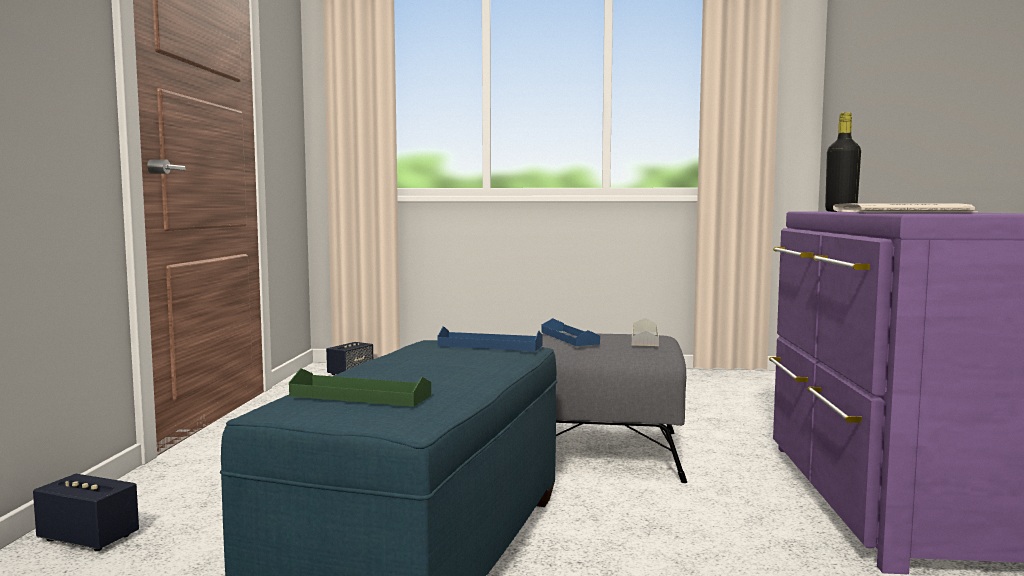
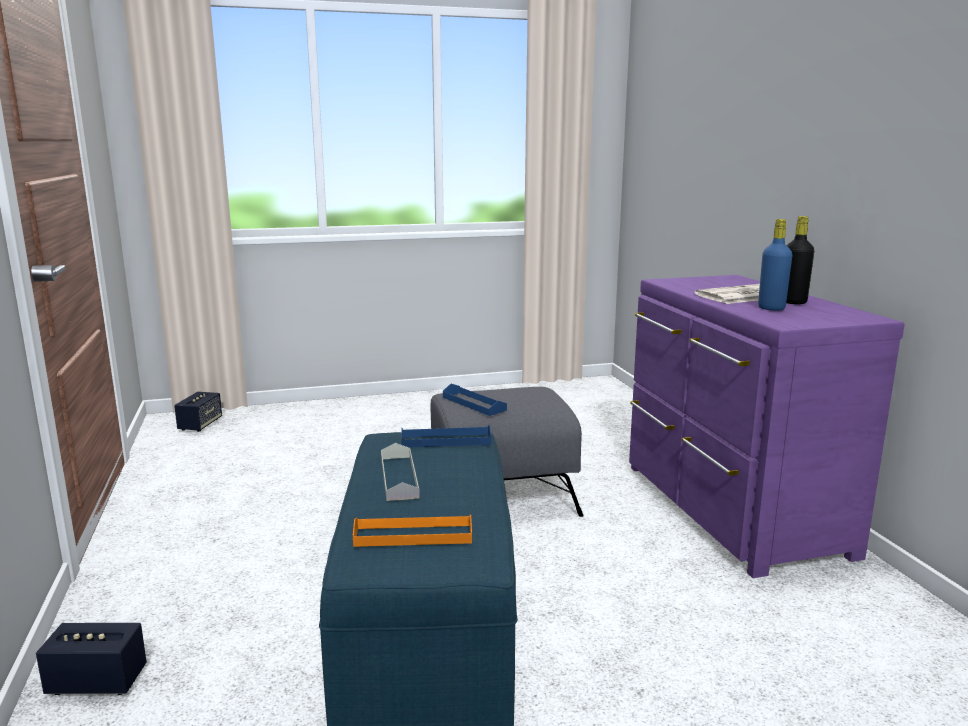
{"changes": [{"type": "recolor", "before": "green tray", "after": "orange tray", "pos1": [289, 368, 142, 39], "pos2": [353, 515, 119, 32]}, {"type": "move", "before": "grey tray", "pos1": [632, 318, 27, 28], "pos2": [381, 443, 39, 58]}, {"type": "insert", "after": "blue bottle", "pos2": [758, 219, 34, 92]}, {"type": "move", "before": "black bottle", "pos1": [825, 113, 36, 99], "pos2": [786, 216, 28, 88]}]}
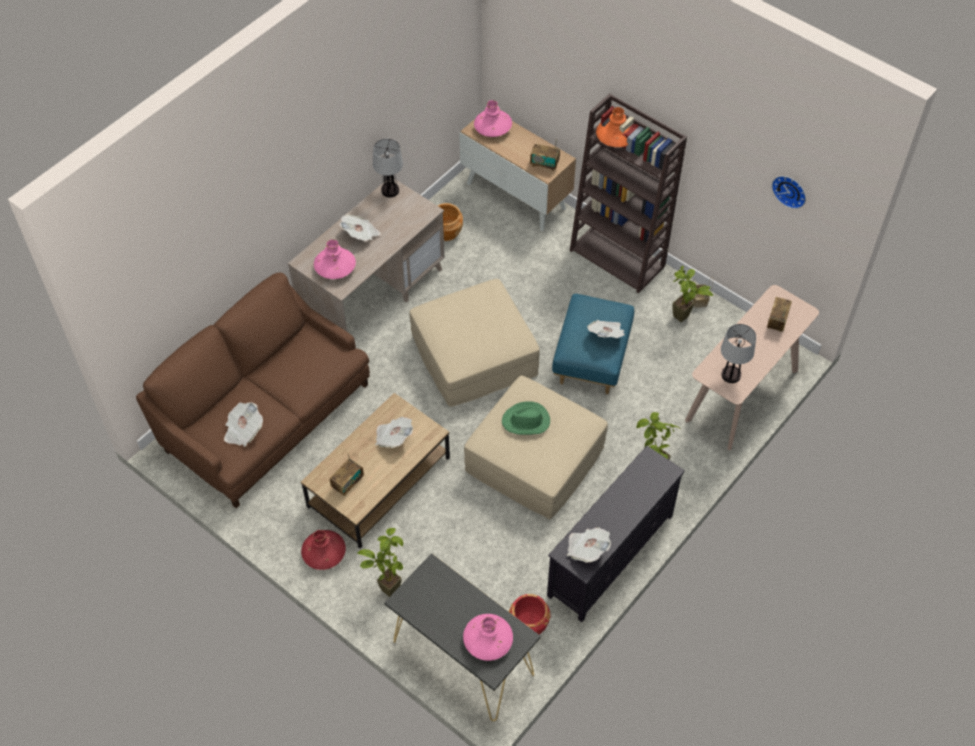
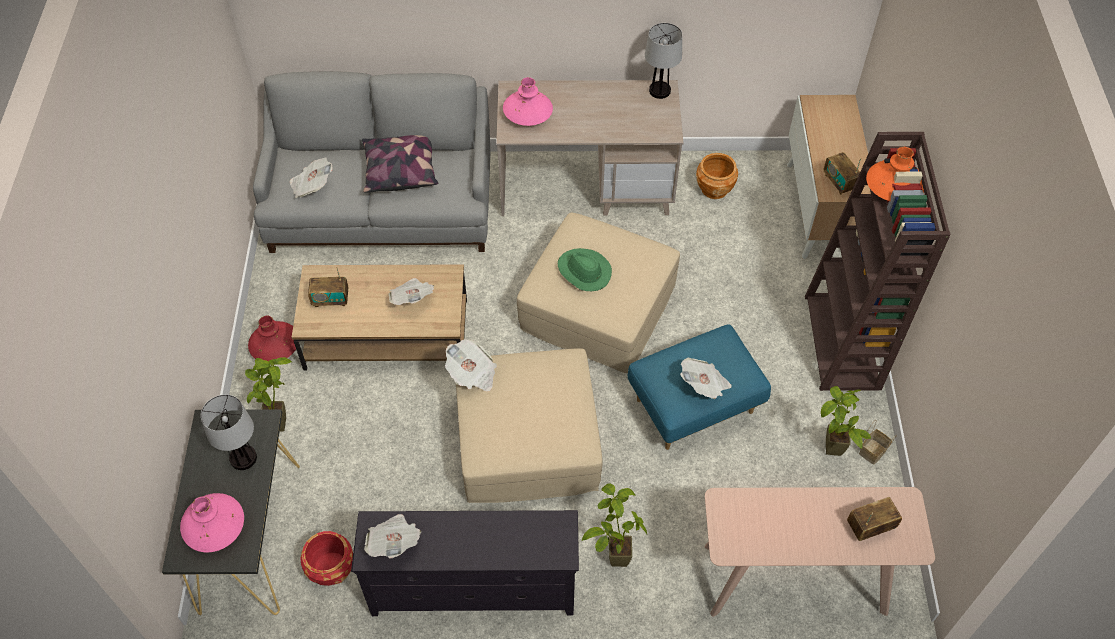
{"changes": [{"type": "move", "before": "table lamp", "pos1": [721, 324, 35, 59], "pos2": [201, 395, 56, 75]}, {"type": "recolor", "before": "brown sofa", "after": "grey sofa", "pos1": [136, 273, 234, 235], "pos2": [253, 71, 237, 182]}, {"type": "insert", "after": "pillow", "pos2": [362, 135, 76, 58]}, {"type": "move", "before": "newspaper", "pos1": [339, 214, 42, 27], "pos2": [445, 339, 52, 53]}, {"type": "move", "before": "green hat", "pos1": [502, 401, 48, 34], "pos2": [558, 248, 54, 43]}, {"type": "delete", "before": "pink vase", "pos1": [474, 100, 38, 37]}, {"type": "delete", "before": "wall clock", "pos1": [772, 176, 34, 33]}]}
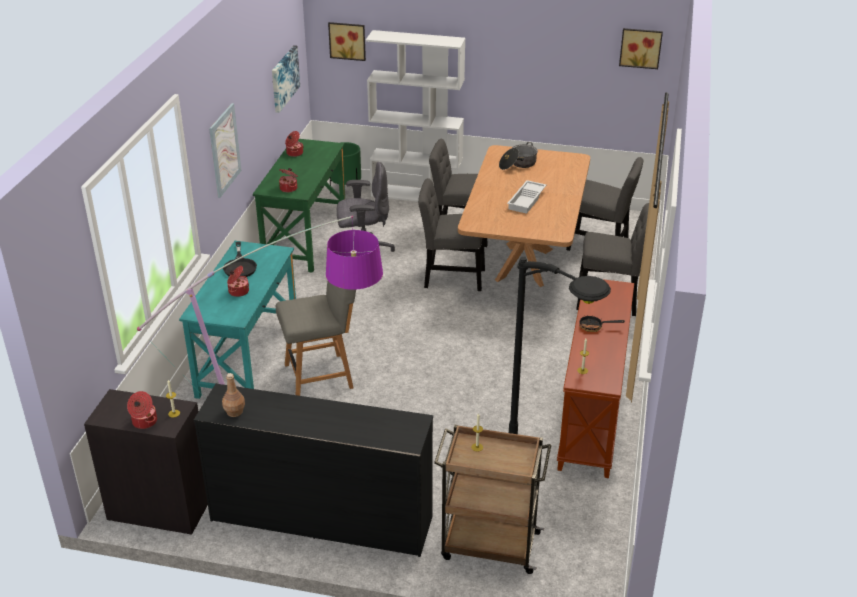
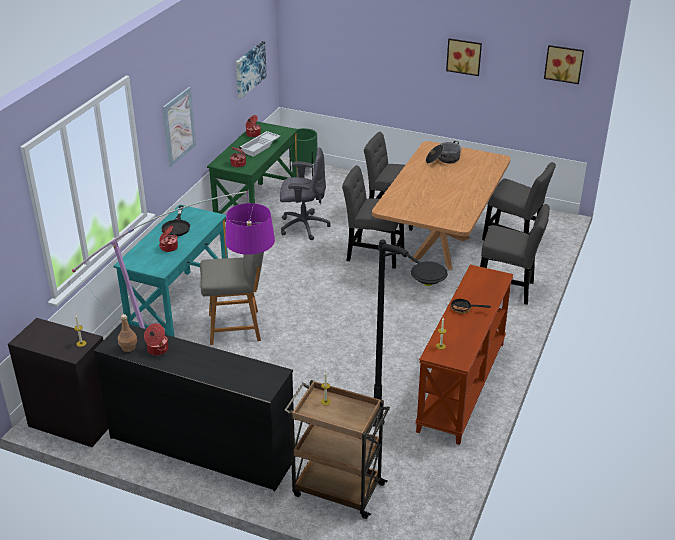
{"changes": [{"type": "move", "before": "cooking pot", "pos1": [127, 391, 30, 38], "pos2": [144, 323, 24, 33]}, {"type": "move", "before": "white tray", "pos1": [507, 180, 39, 34], "pos2": [240, 131, 40, 26]}, {"type": "move", "before": "picture", "pos1": [328, 22, 38, 39], "pos2": [446, 38, 36, 38]}, {"type": "delete", "before": "white bookcase", "pos1": [366, 30, 99, 172]}]}
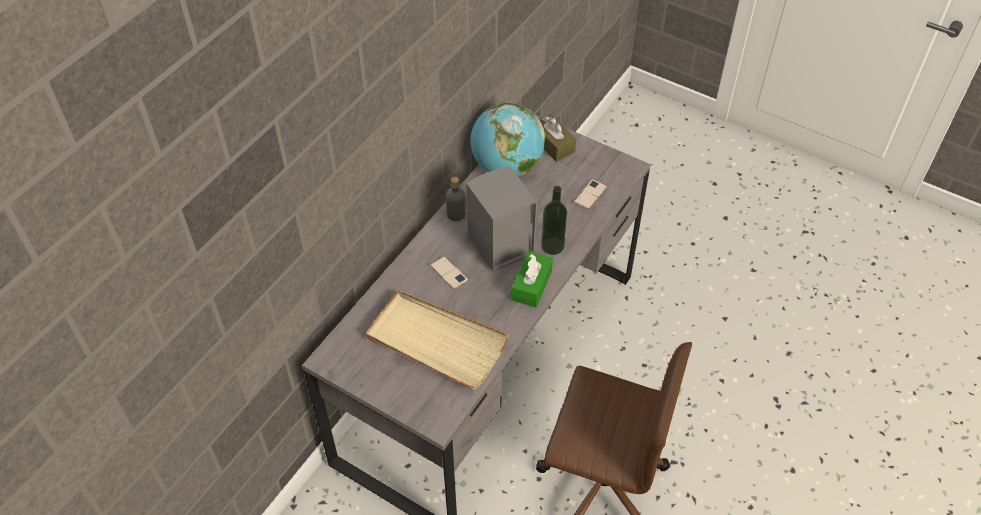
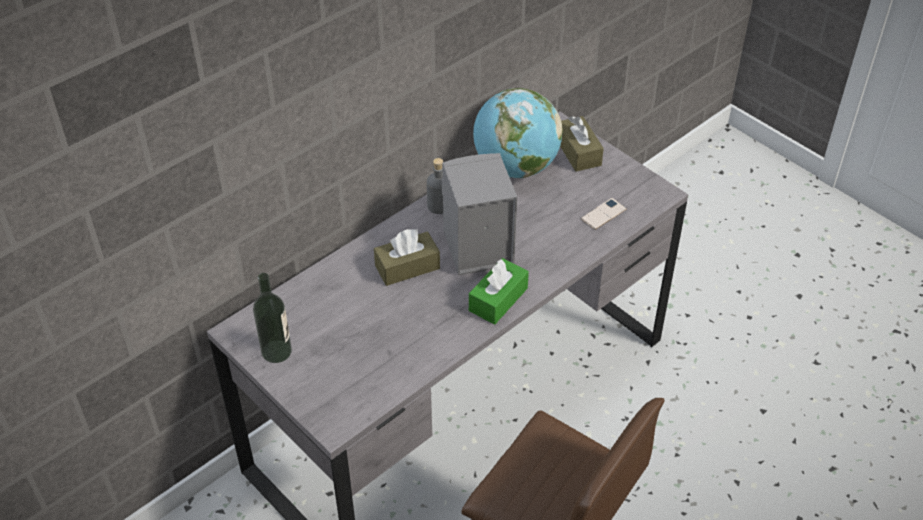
{"changes": [{"type": "move", "before": "bottle", "pos1": [541, 186, 26, 69], "pos2": [253, 273, 39, 90]}, {"type": "replace", "before": "phone", "after": "brown tissue box", "pos1": [430, 256, 38, 34], "pos2": [374, 229, 66, 57]}, {"type": "delete", "before": "beige tray", "pos1": [366, 290, 143, 100]}]}
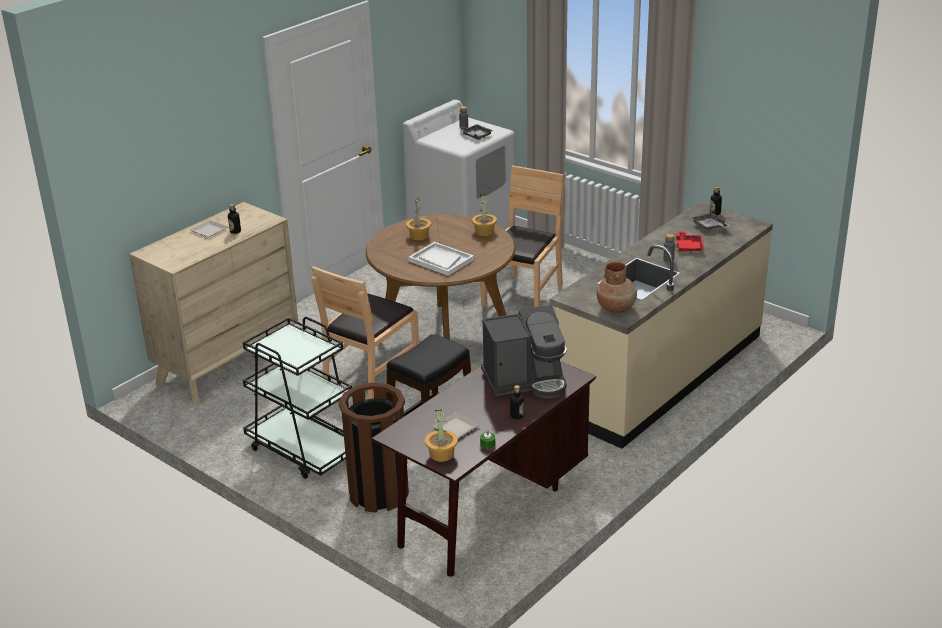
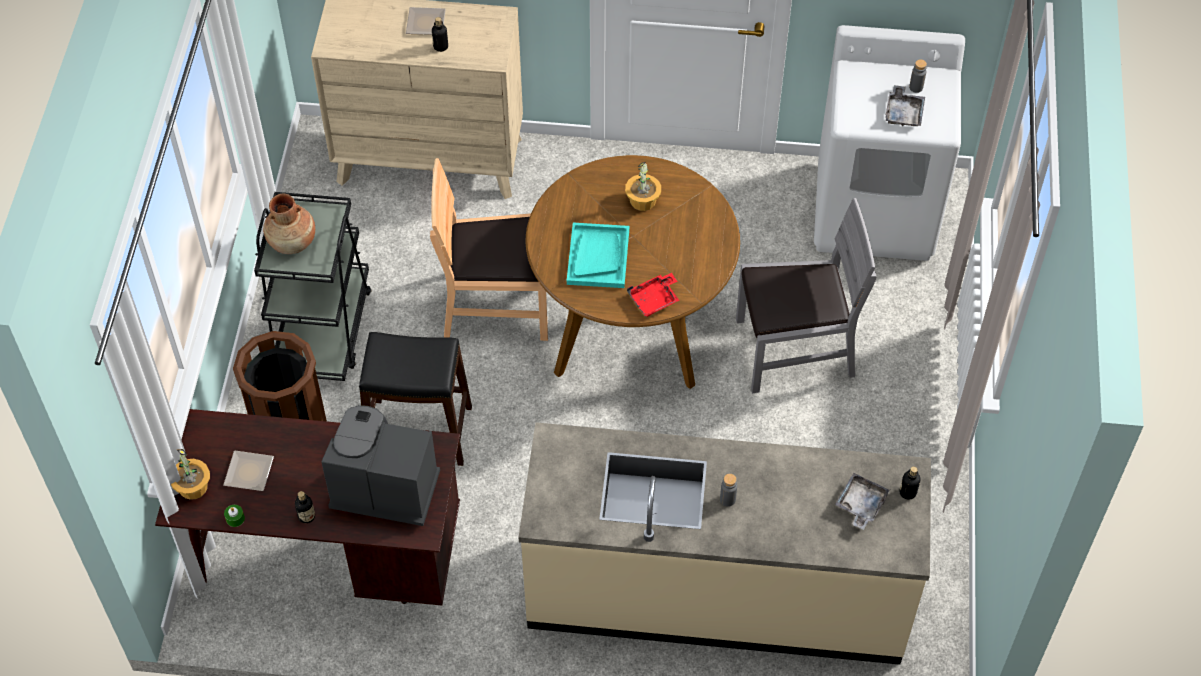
{"changes": [{"type": "move", "before": "brown vase", "pos1": [597, 262, 40, 51], "pos2": [263, 194, 52, 60]}, {"type": "rotate", "before": "coffee machine", "pos1": [481, 305, 86, 93], "pos2": [321, 405, 119, 121], "turn": 150}, {"type": "recolor", "before": "white tray", "after": "turquoise tray", "pos1": [409, 242, 65, 34], "pos2": [567, 223, 62, 65]}, {"type": "move", "before": "red tray", "pos1": [676, 232, 28, 21], "pos2": [627, 273, 53, 44]}, {"type": "recolor", "before": "brown chair", "after": "grey chair", "pos1": [481, 165, 84, 142], "pos2": [736, 198, 141, 196]}, {"type": "delete", "before": "potted plant", "pos1": [472, 195, 25, 41]}]}
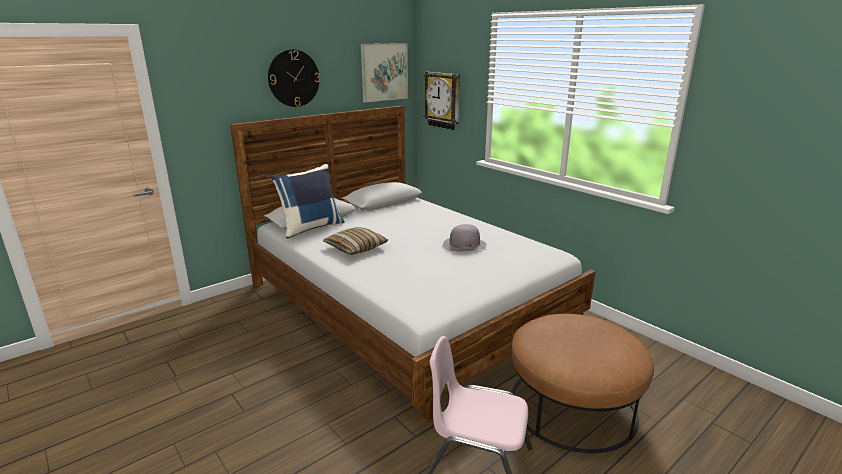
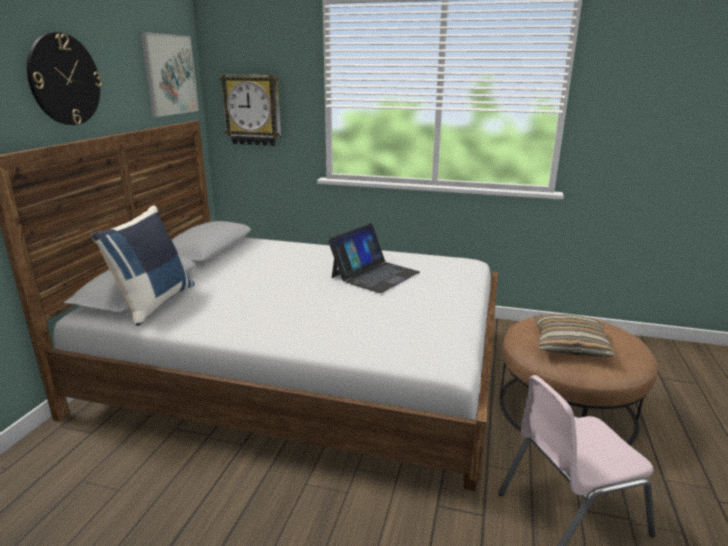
{"changes": [{"type": "replace", "before": "grey hat", "after": "laptop", "pos1": [443, 224, 44, 27], "pos2": [328, 223, 92, 70]}, {"type": "move", "before": "pillow", "pos1": [323, 227, 65, 28], "pos2": [534, 314, 82, 43]}]}
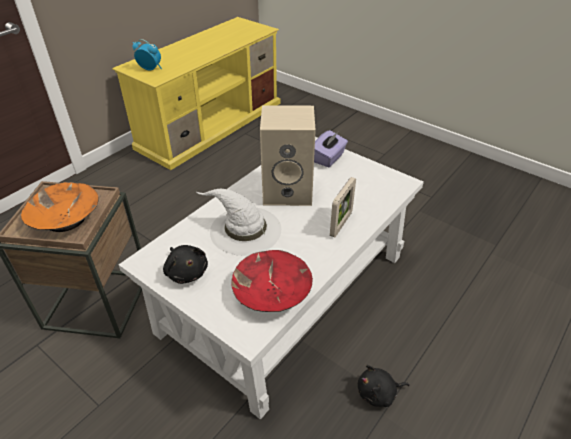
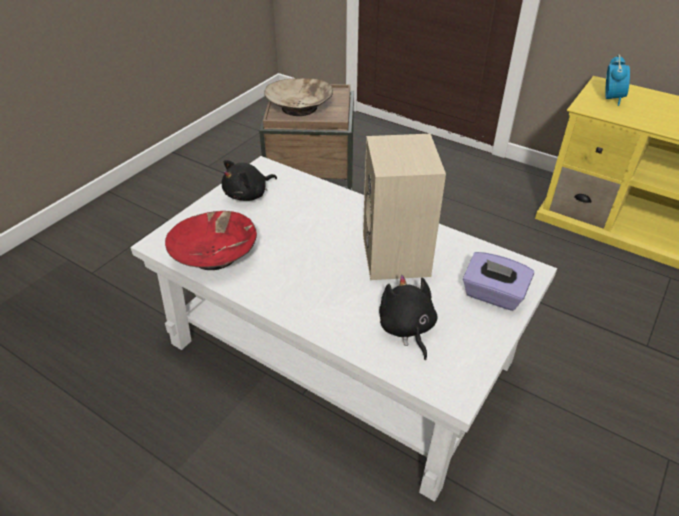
{"changes": [{"type": "recolor", "before": "orange bowl", "after": "beige bowl", "pos1": [21, 182, 77, 50], "pos2": [264, 78, 69, 38]}, {"type": "move", "before": "black plush toy", "pos1": [358, 365, 51, 42], "pos2": [379, 275, 59, 85]}, {"type": "delete", "before": "white hat", "pos1": [197, 189, 84, 67]}, {"type": "delete", "before": "picture frame", "pos1": [330, 177, 26, 60]}]}
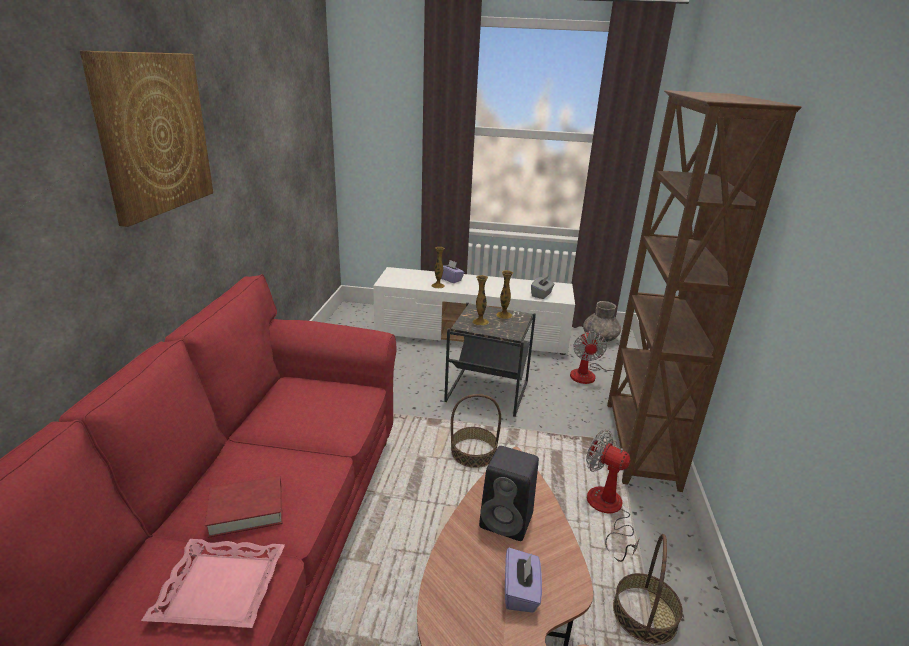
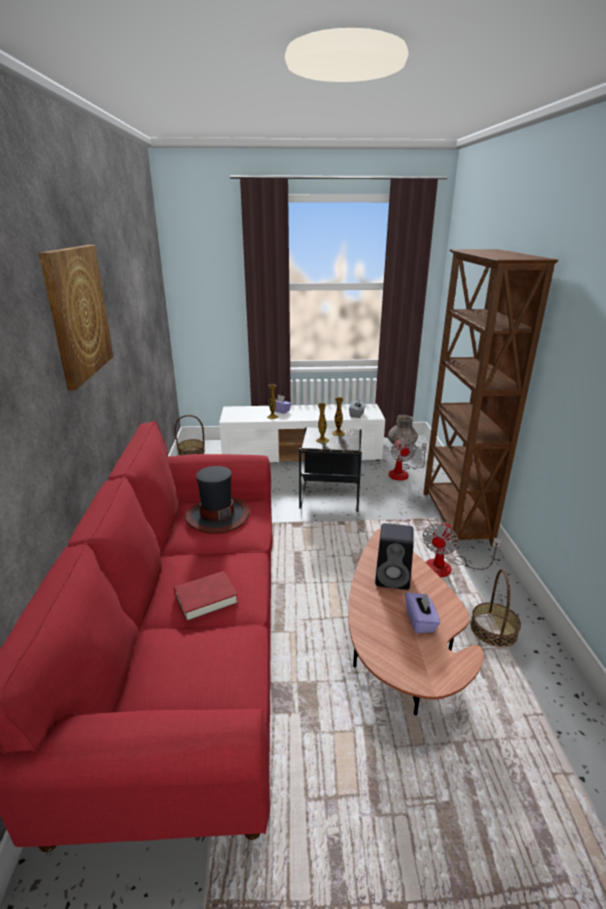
{"changes": [{"type": "move", "before": "basket", "pos1": [451, 394, 50, 74], "pos2": [174, 415, 31, 41]}, {"type": "insert", "after": "hat", "pos2": [185, 466, 64, 68]}, {"type": "rotate", "before": "fan", "pos1": [586, 430, 54, 132], "pos2": [422, 522, 80, 55], "turn": -90}, {"type": "delete", "before": "pink tray", "pos1": [141, 539, 144, 89]}]}
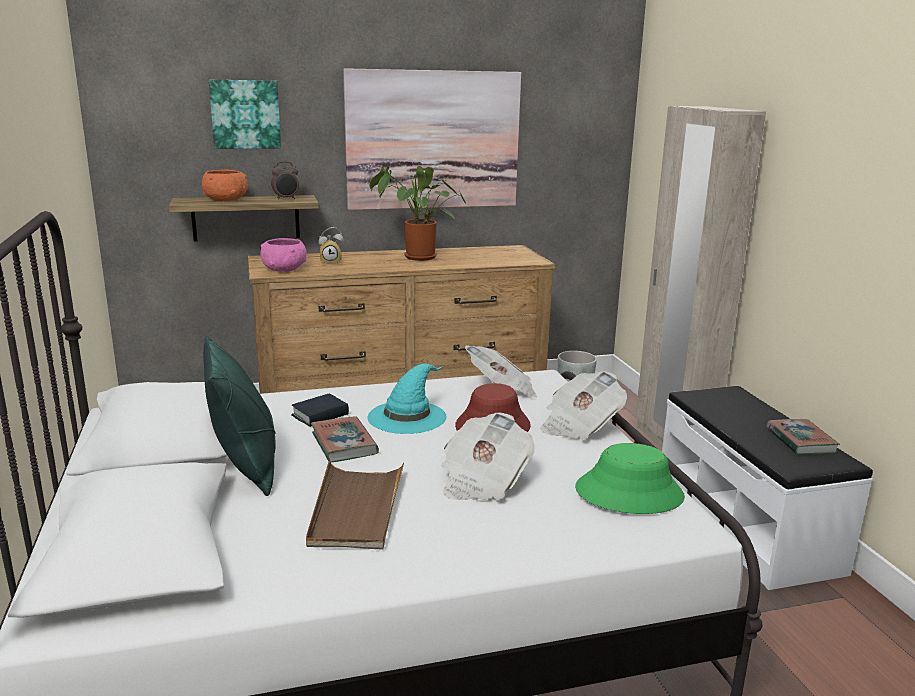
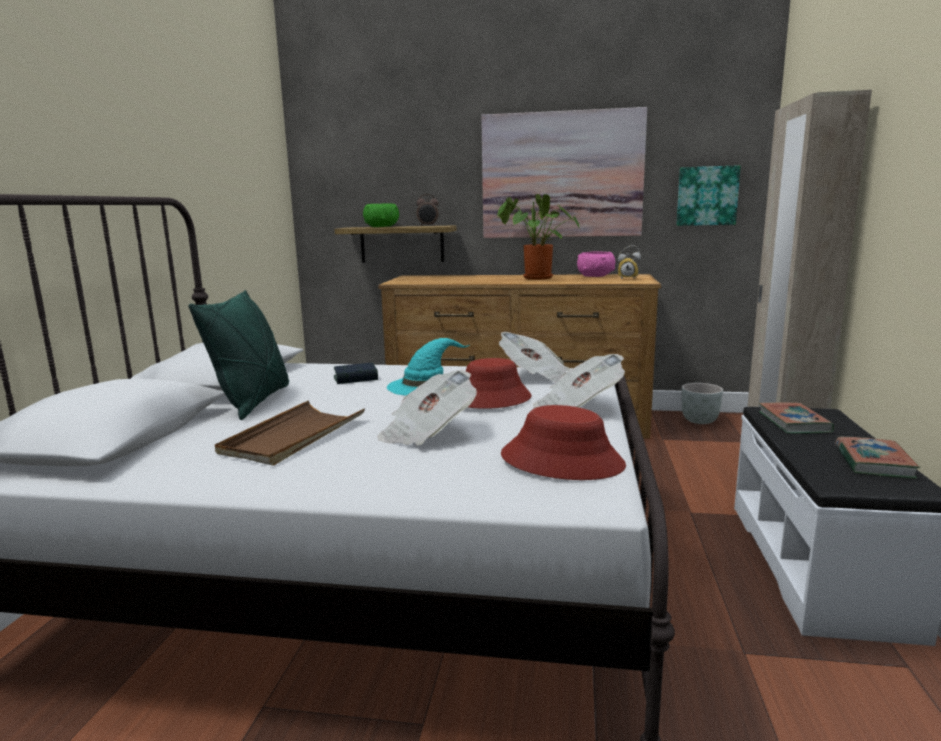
{"changes": [{"type": "recolor", "before": "orange bowl", "after": "green bowl", "pos1": [201, 169, 47, 32], "pos2": [363, 204, 36, 23]}, {"type": "recolor", "before": "green hat", "after": "red hat", "pos1": [575, 443, 110, 71], "pos2": [501, 405, 125, 75]}, {"type": "move", "before": "pink bowl", "pos1": [260, 238, 47, 34], "pos2": [577, 251, 38, 26]}, {"type": "move", "before": "alarm clock", "pos1": [319, 227, 24, 38], "pos2": [618, 245, 23, 34]}, {"type": "move", "before": "picture", "pos1": [209, 80, 72, 69], "pos2": [676, 165, 65, 61]}, {"type": "move", "before": "book", "pos1": [311, 416, 68, 46], "pos2": [759, 402, 75, 32]}]}
